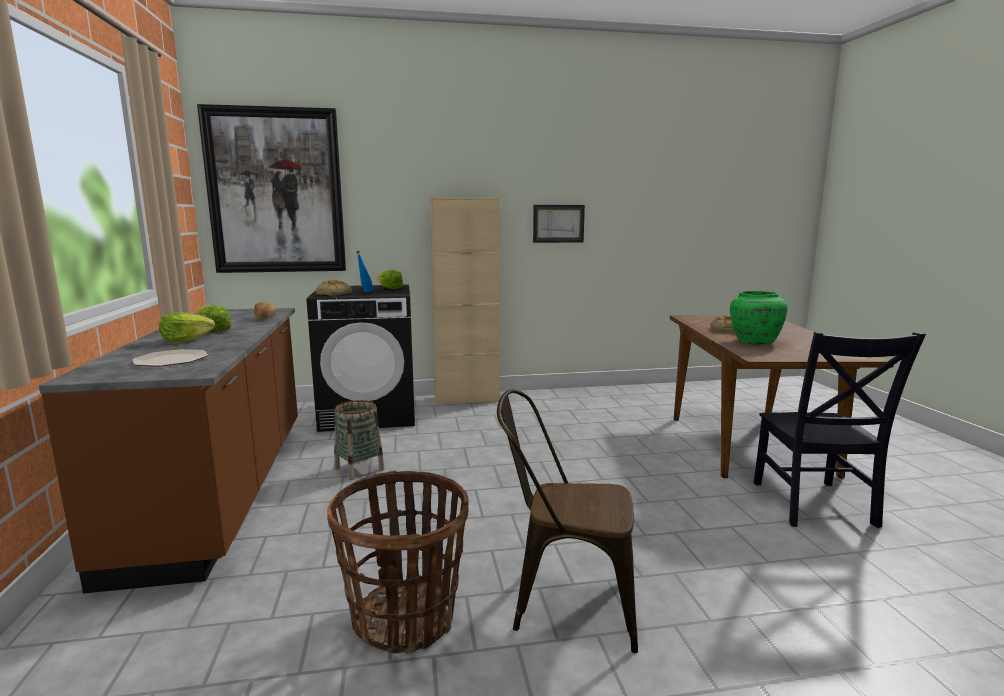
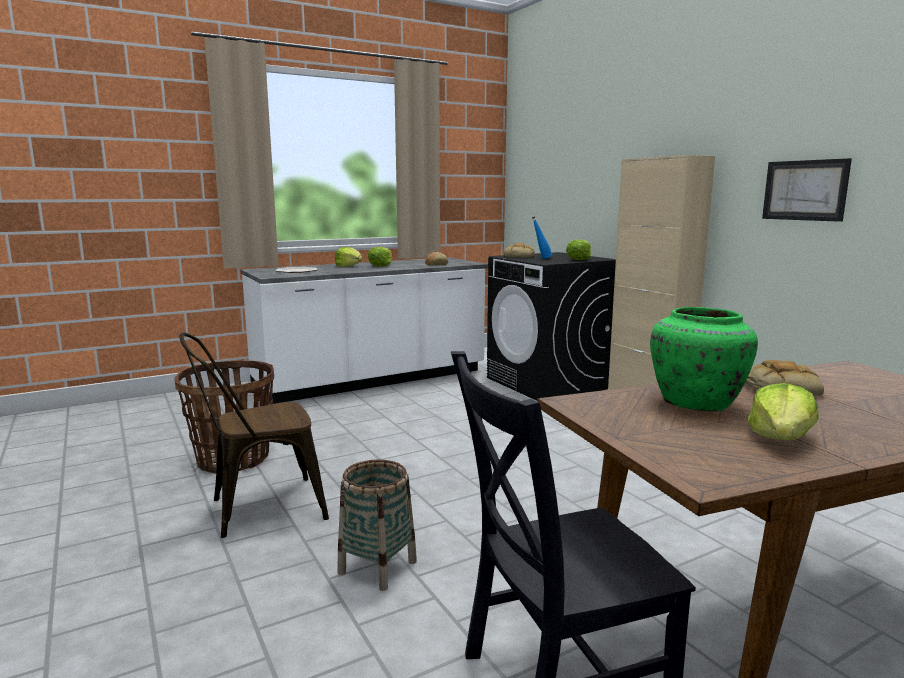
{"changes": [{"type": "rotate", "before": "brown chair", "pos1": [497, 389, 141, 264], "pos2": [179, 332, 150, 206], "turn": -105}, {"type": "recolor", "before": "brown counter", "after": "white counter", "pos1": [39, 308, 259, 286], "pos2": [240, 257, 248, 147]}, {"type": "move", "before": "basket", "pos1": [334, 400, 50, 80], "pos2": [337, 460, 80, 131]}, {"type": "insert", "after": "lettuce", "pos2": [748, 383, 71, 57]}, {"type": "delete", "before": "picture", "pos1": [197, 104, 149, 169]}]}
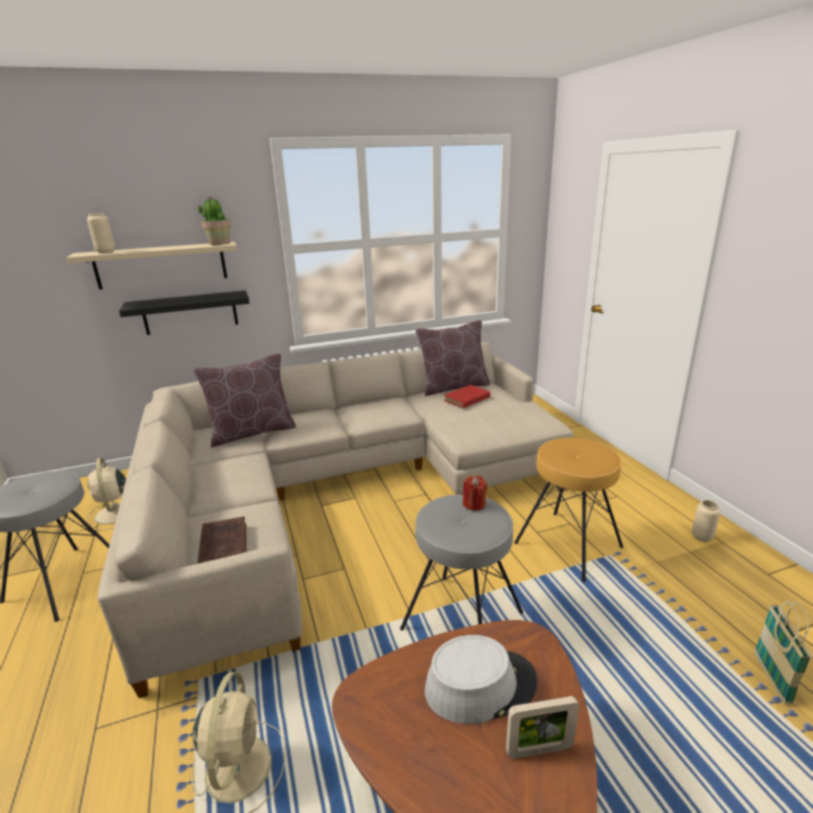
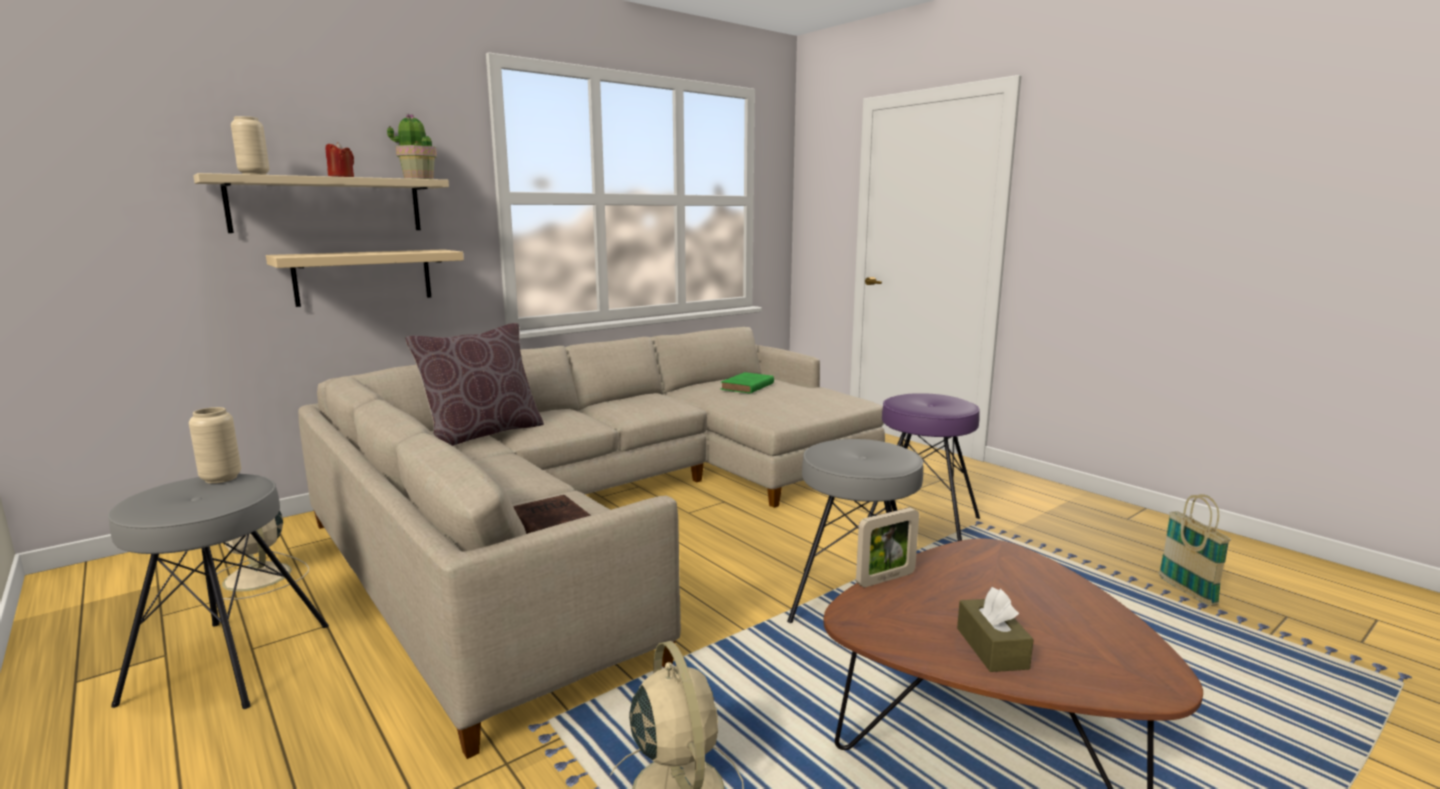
{"changes": [{"type": "move", "before": "beige vase", "pos1": [692, 500, 29, 42], "pos2": [189, 407, 52, 77]}, {"type": "recolor", "before": "black shelf", "after": "beige shelf", "pos1": [119, 290, 130, 45], "pos2": [266, 249, 198, 58]}, {"type": "move", "before": "red candle", "pos1": [463, 475, 24, 36], "pos2": [326, 142, 28, 35]}, {"type": "recolor", "before": "red book", "after": "green book", "pos1": [444, 385, 46, 23], "pos2": [721, 372, 53, 22]}, {"type": "move", "before": "picture frame", "pos1": [506, 696, 73, 63], "pos2": [856, 507, 63, 80]}, {"type": "recolor", "before": "brown stool", "after": "purple stool", "pos1": [514, 438, 109, 144], "pos2": [867, 393, 113, 148]}, {"type": "insert", "after": "brown tissue box", "pos2": [957, 587, 77, 85]}, {"type": "delete", "before": "brown pillow", "pos1": [416, 320, 74, 76]}, {"type": "delete", "before": "grey hat", "pos1": [425, 635, 112, 89]}]}
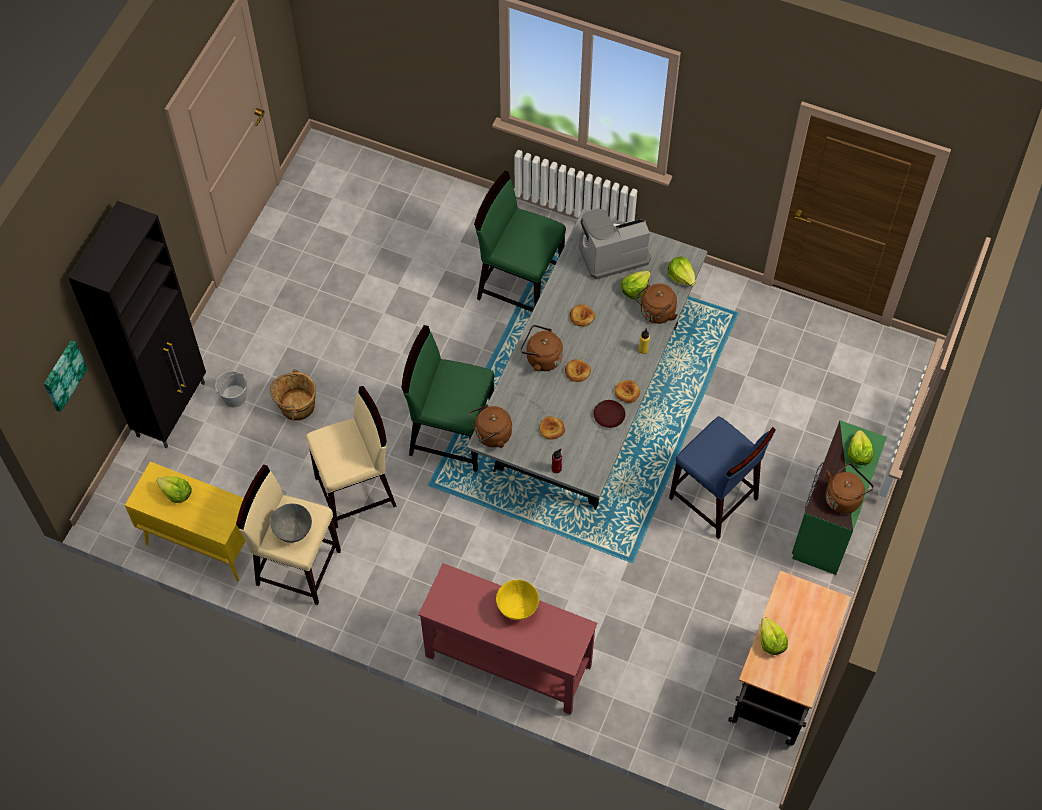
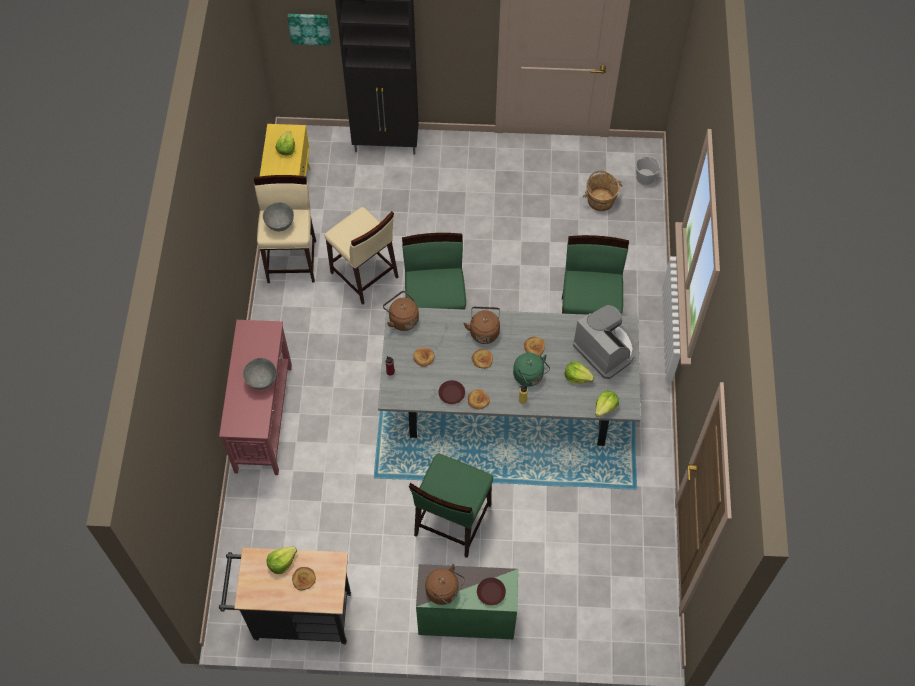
{"changes": [{"type": "recolor", "before": "yellow bowl", "after": "grey bowl", "pos1": [496, 580, 43, 40], "pos2": [243, 358, 34, 32]}, {"type": "insert", "after": "bread", "pos2": [292, 567, 24, 24]}, {"type": "replace", "before": "blue stool", "after": "green chair", "pos1": [669, 416, 107, 123], "pos2": [409, 453, 84, 105]}, {"type": "replace", "before": "lettuce", "after": "brown plate", "pos1": [848, 430, 25, 35], "pos2": [477, 577, 29, 29]}, {"type": "insert", "after": "green kettle", "pos2": [513, 353, 37, 34]}, {"type": "move", "before": "brown bucket", "pos1": [270, 369, 46, 52], "pos2": [583, 170, 39, 41]}, {"type": "move", "before": "white bucket", "pos1": [215, 371, 32, 36], "pos2": [636, 156, 24, 29]}, {"type": "delete", "before": "brown kettle", "pos1": [635, 283, 43, 41]}]}
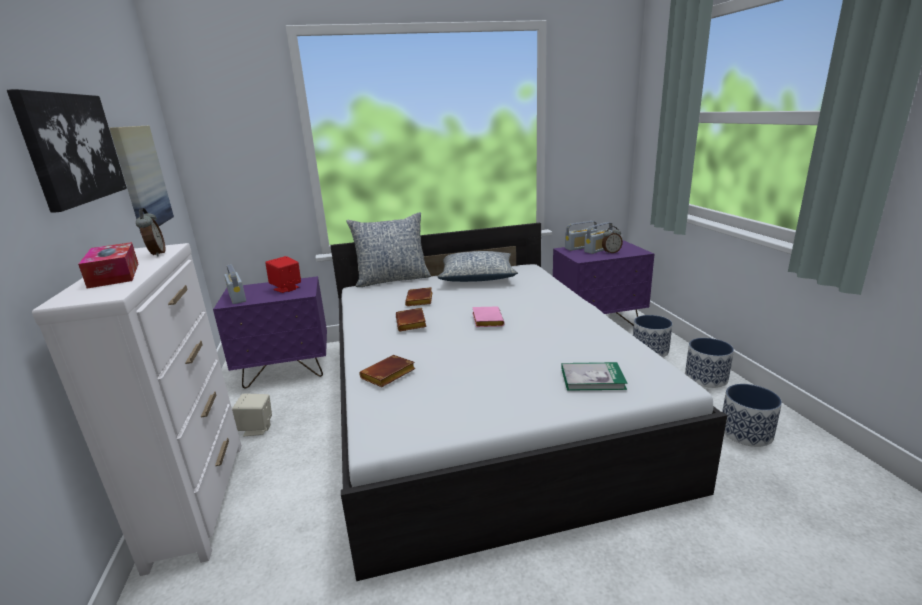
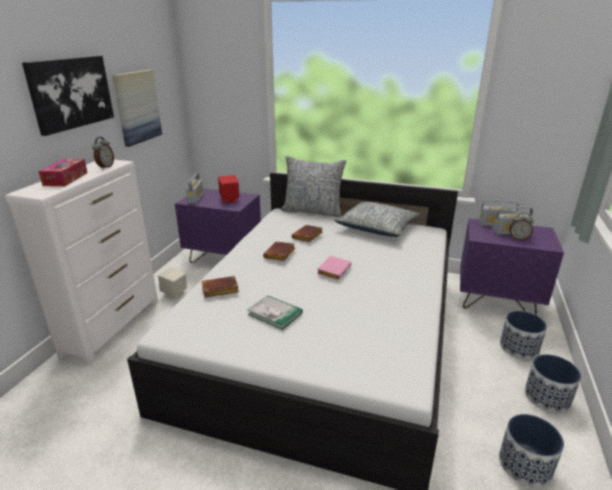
{"changes": [{"type": "move", "before": "book", "pos1": [561, 362, 66, 29], "pos2": [247, 295, 56, 35]}]}
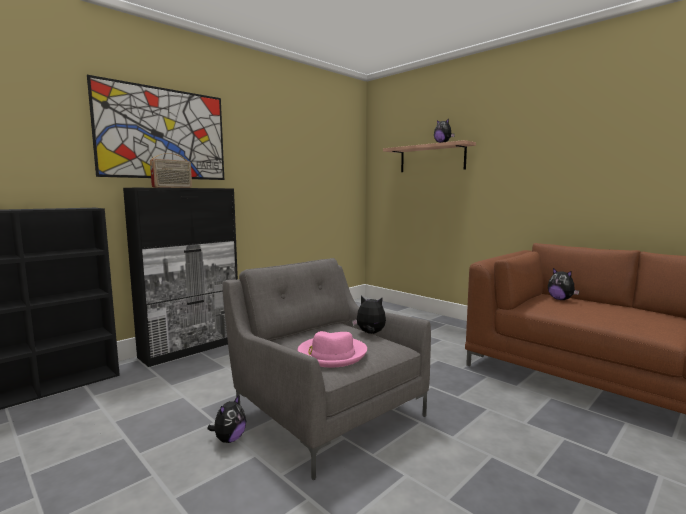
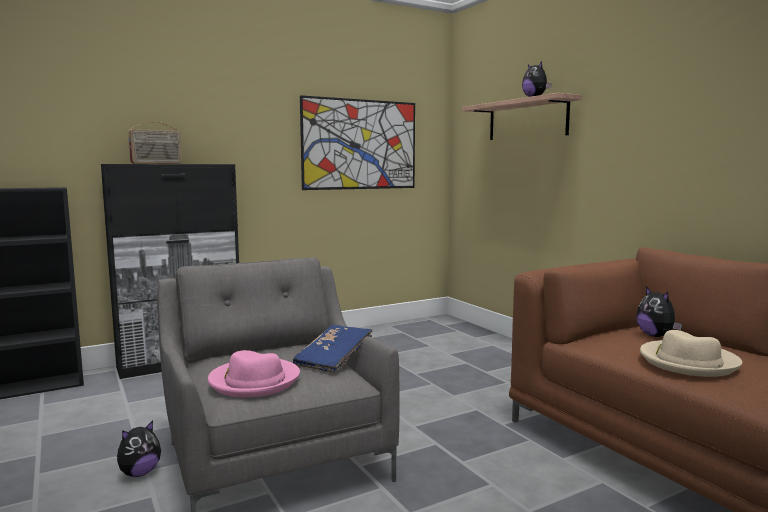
{"changes": [{"type": "replace", "before": "plush toy", "after": "blue book", "pos1": [352, 296, 34, 38], "pos2": [293, 325, 79, 48]}, {"type": "move", "before": "picture", "pos1": [87, 75, 137, 105], "pos2": [300, 95, 115, 95]}, {"type": "insert", "after": "beige hat", "pos2": [640, 330, 102, 47]}]}
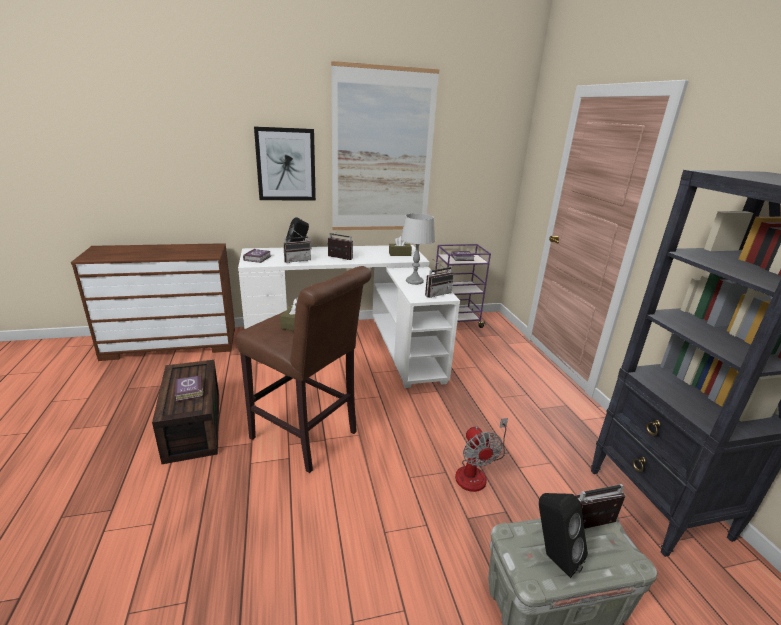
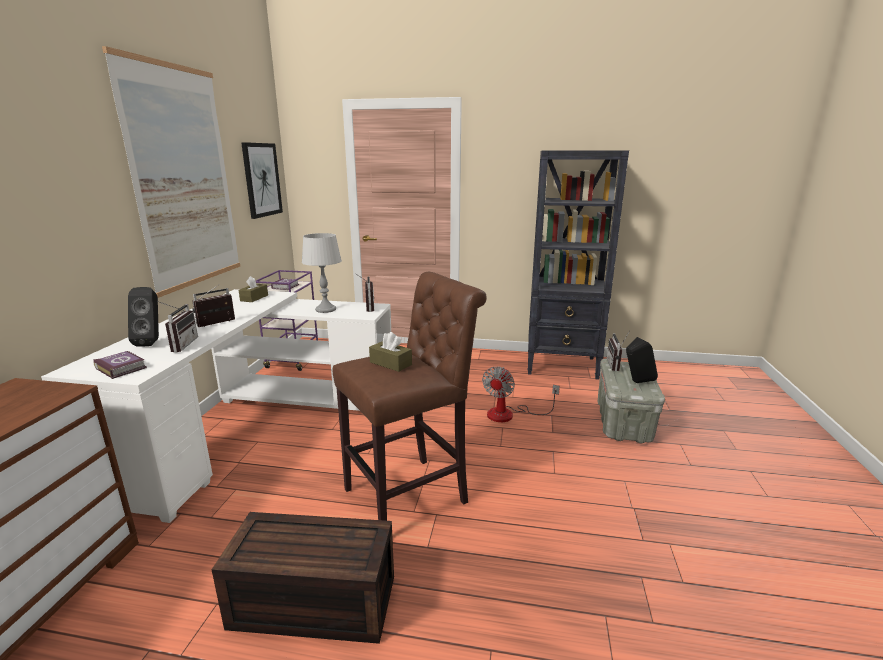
{"changes": [{"type": "move", "before": "picture", "pos1": [254, 127, 62, 73], "pos2": [241, 142, 42, 77]}, {"type": "rotate", "before": "fan", "pos1": [455, 418, 53, 74], "pos2": [482, 366, 78, 56], "turn": 105}, {"type": "delete", "before": "book", "pos1": [175, 375, 28, 27]}]}
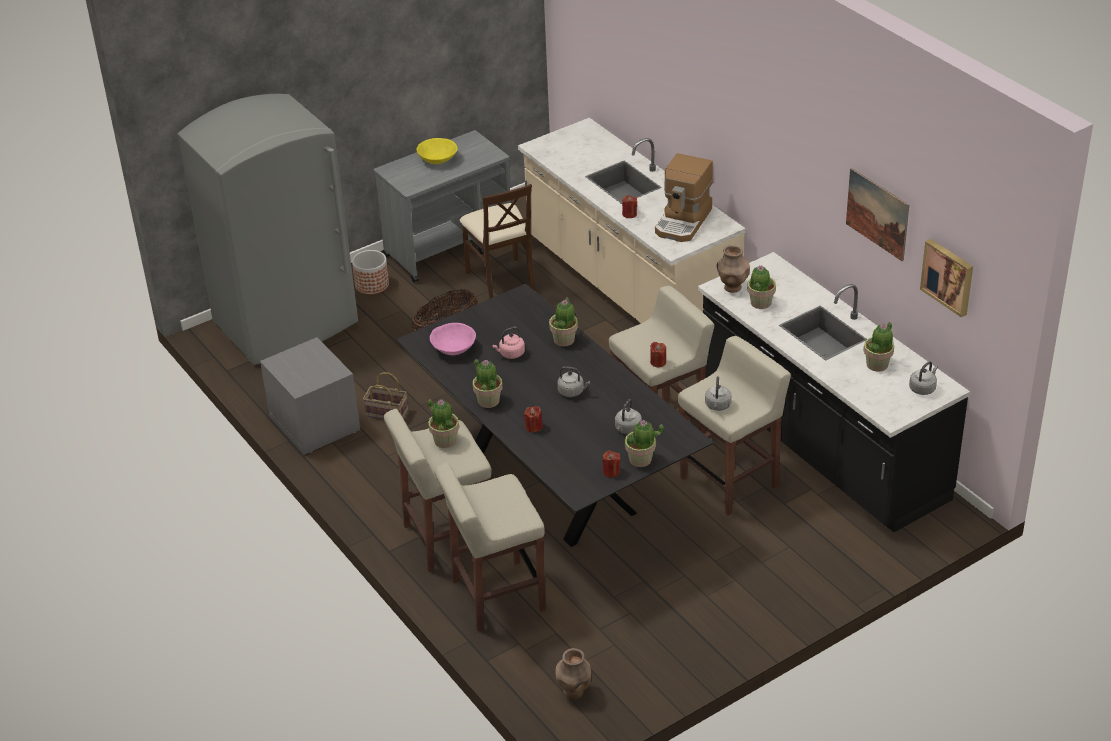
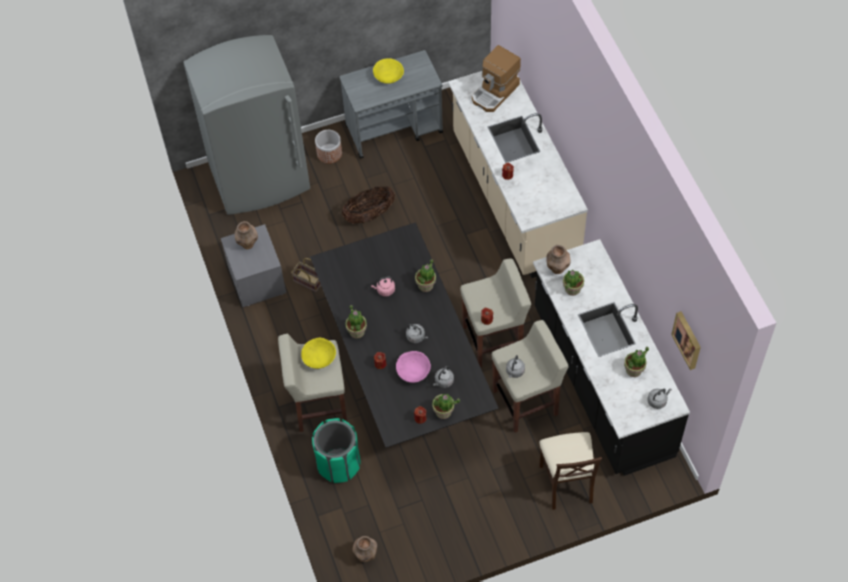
{"changes": [{"type": "insert", "after": "brown vase", "pos2": [235, 221, 23, 28]}, {"type": "replace", "before": "potted plant", "after": "yellow bowl", "pos1": [428, 399, 31, 49], "pos2": [301, 338, 35, 31]}, {"type": "replace", "before": "beige stool", "after": "green trash can", "pos1": [434, 462, 112, 169], "pos2": [312, 418, 49, 65]}, {"type": "move", "before": "pink bowl", "pos1": [430, 323, 46, 32], "pos2": [396, 351, 35, 32]}, {"type": "move", "before": "coffee machine", "pos1": [655, 153, 58, 89], "pos2": [472, 45, 49, 67]}, {"type": "move", "before": "beige chair", "pos1": [459, 184, 76, 115], "pos2": [539, 432, 63, 78]}, {"type": "delete", "before": "picture", "pos1": [846, 168, 63, 93]}]}
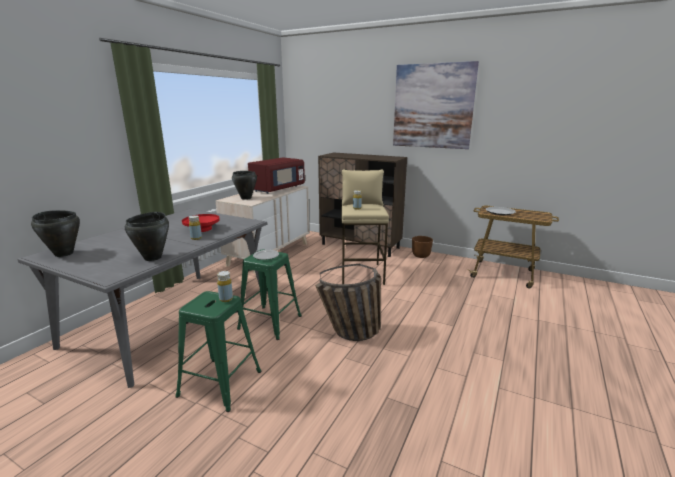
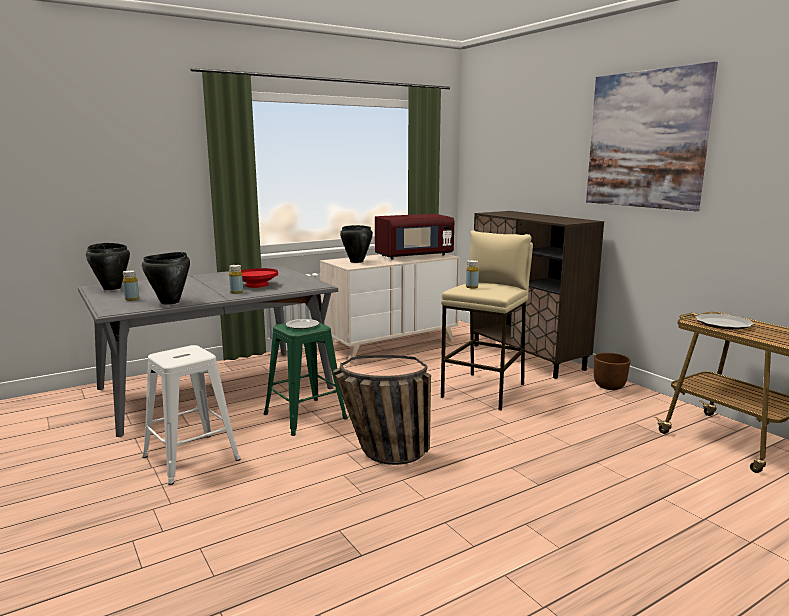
{"changes": [{"type": "move", "before": "yellow bottle", "pos1": [217, 271, 16, 31], "pos2": [123, 270, 16, 31]}, {"type": "recolor", "before": "green stool", "after": "white stool", "pos1": [175, 291, 87, 121], "pos2": [142, 345, 99, 140]}]}
